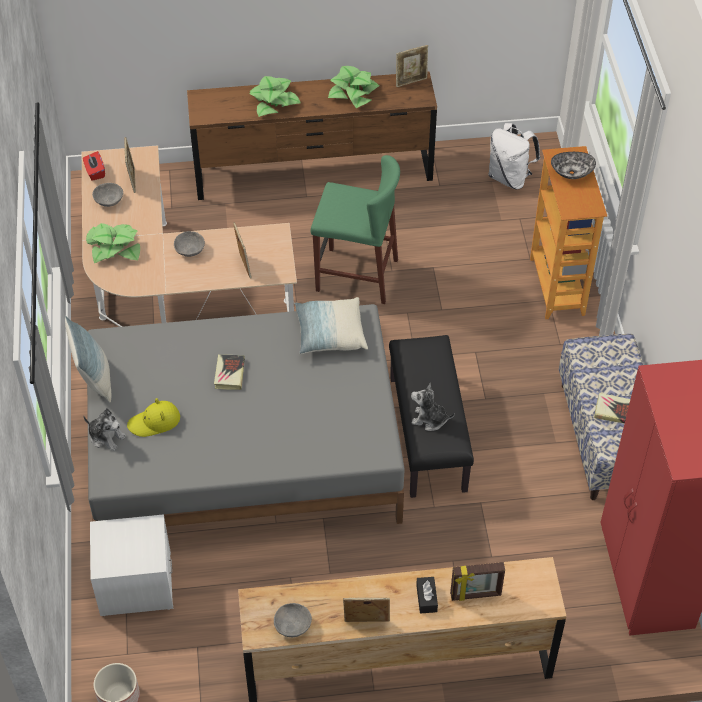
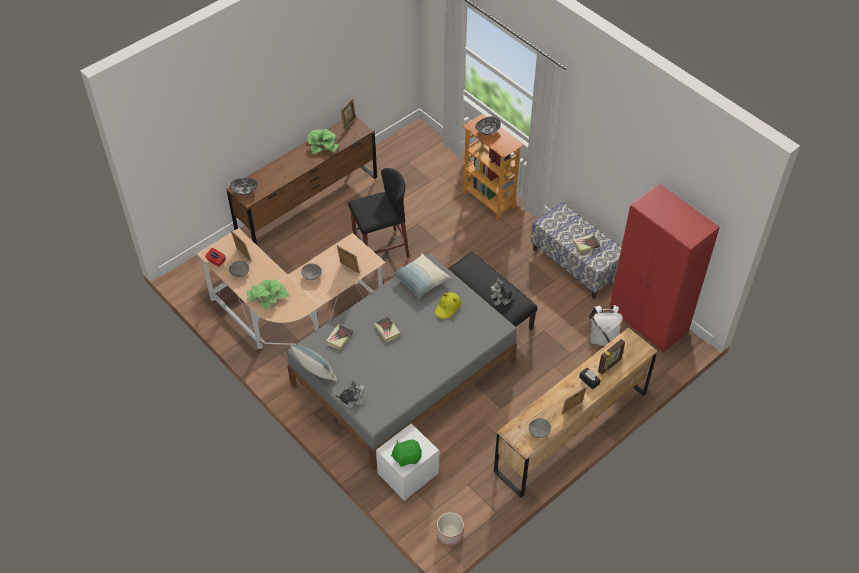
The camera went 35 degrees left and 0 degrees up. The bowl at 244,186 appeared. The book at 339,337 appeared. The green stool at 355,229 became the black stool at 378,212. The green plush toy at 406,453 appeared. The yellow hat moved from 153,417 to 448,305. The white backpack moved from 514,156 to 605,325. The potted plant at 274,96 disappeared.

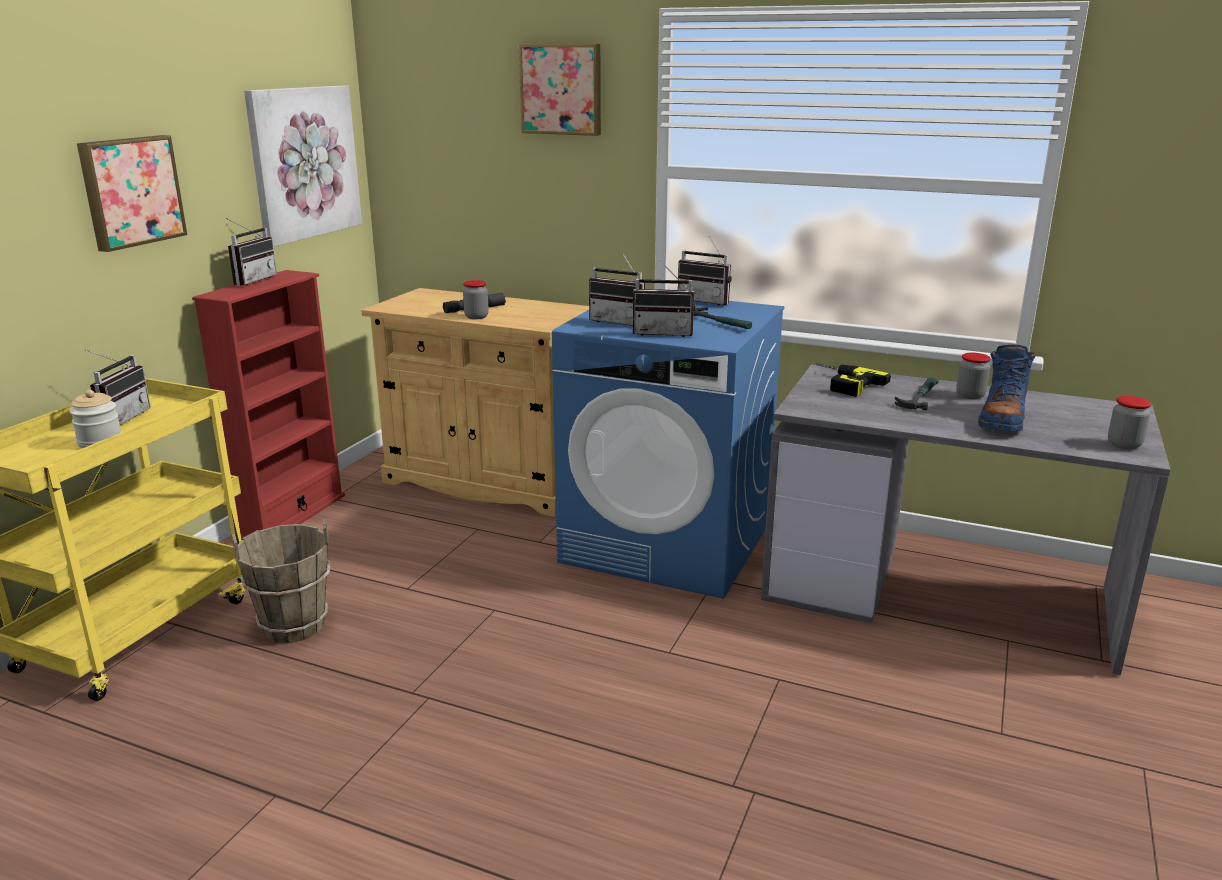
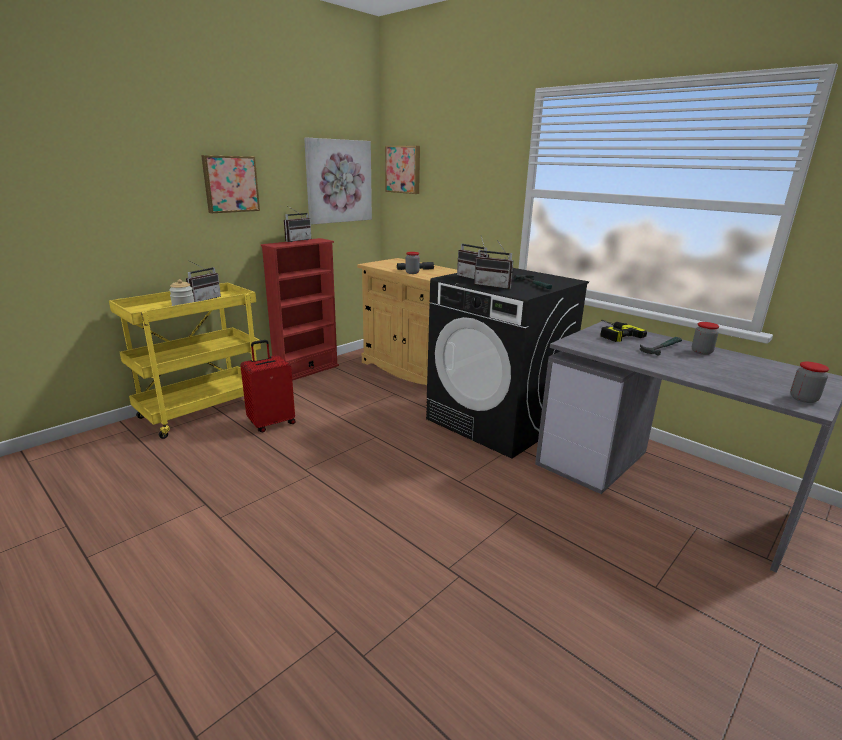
The camera went 20 degrees right and 0 degrees up. The brown bucket at 280,581 was replaced by the red suitcase at 268,386. The picture moved from 560,90 to 402,170. The blue washing machine at 668,450 became the black washing machine at 507,363. The radio at 705,271 disappeared. The blue boot at 1007,388 disappeared.

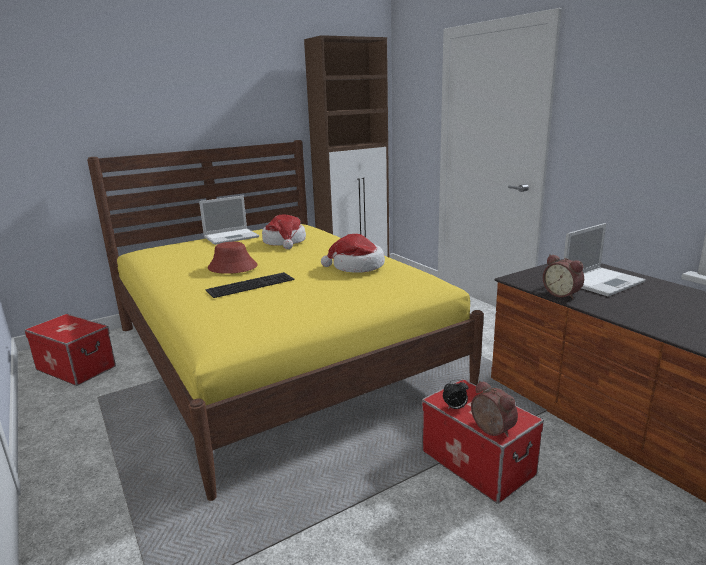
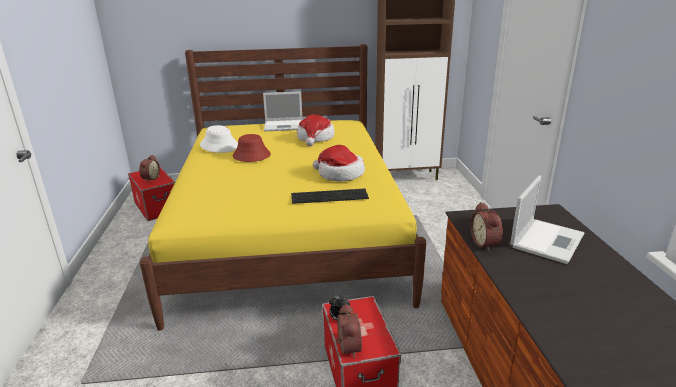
The camera went 25 degrees right and 5 degrees up. The alarm clock at 149,168 appeared. The white hat at 219,139 appeared. The keyboard moved from 250,285 to 330,196. The laptop at 604,259 turned 45 degrees counterclockwise.

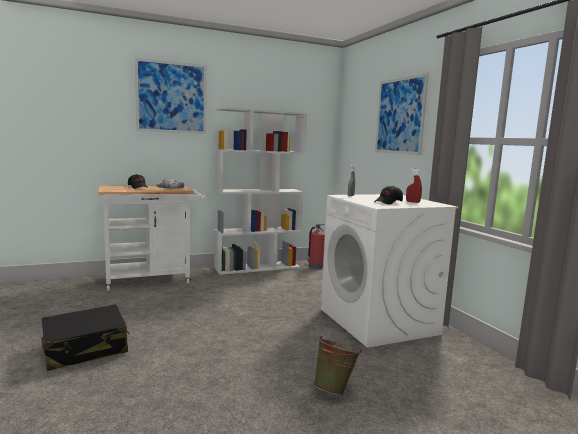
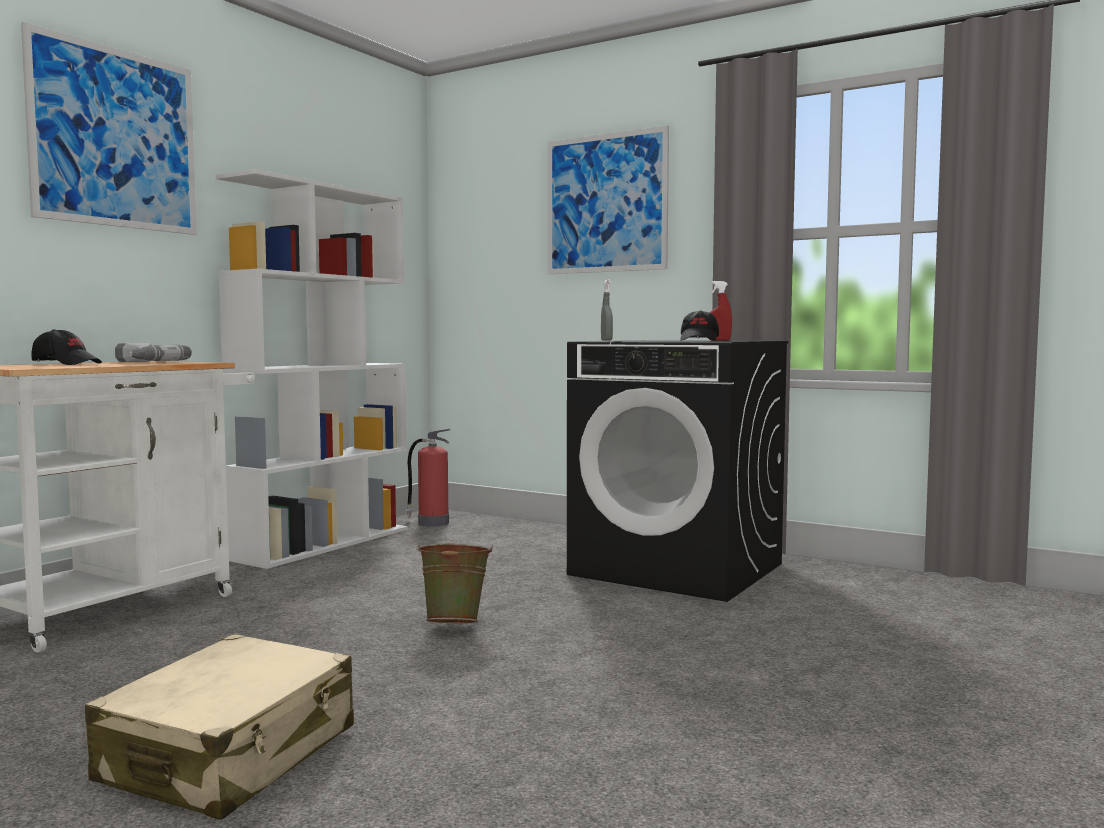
The camera went 35 degrees left and 5 degrees down. The black suitcase at 85,337 became the beige suitcase at 219,727. The green bucket moved from 337,365 to 455,583. The white washing machine at 389,271 became the black washing machine at 678,471.

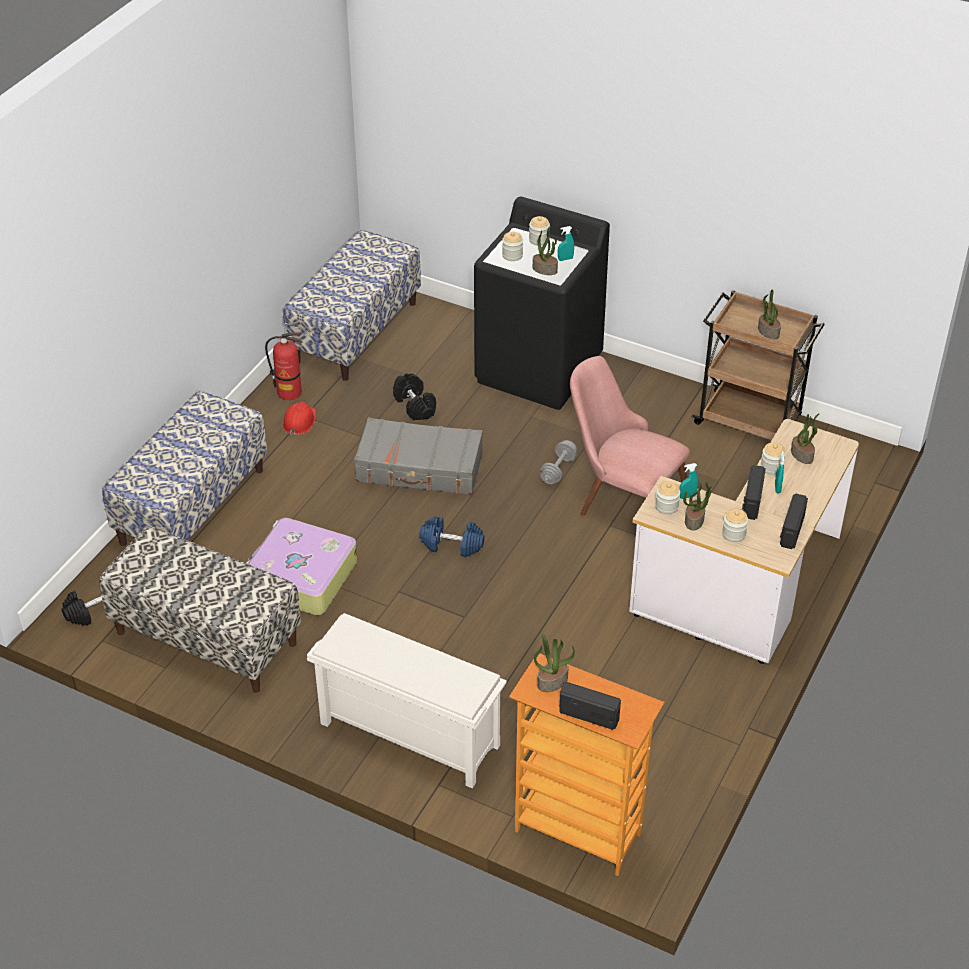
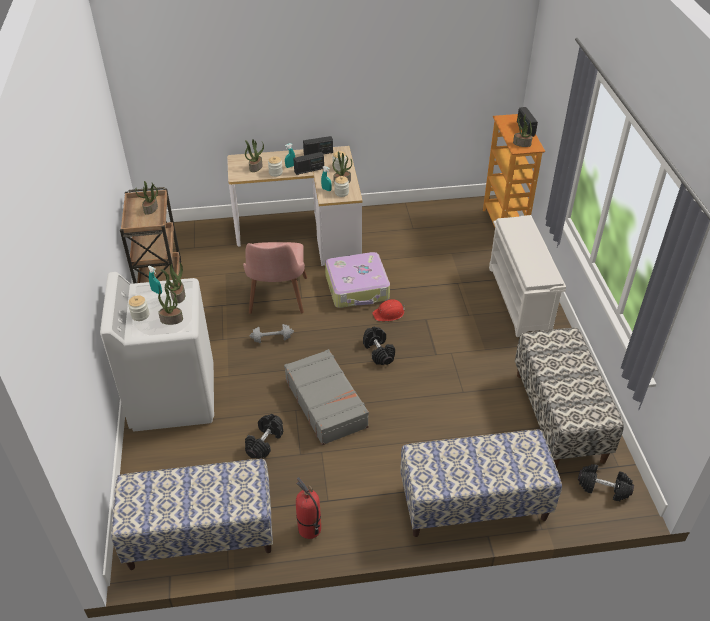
The camera went 125 degrees left and 0 degrees up. The black washing machine at 542,303 became the white washing machine at 157,352. The jar at 512,246 was replaced by the potted plant at 170,304. The suitcase moved from 301,566 to 357,280. The blue dumbbell at 452,537 became the black dumbbell at 379,346. The red hard hat moved from 299,418 to 388,310.

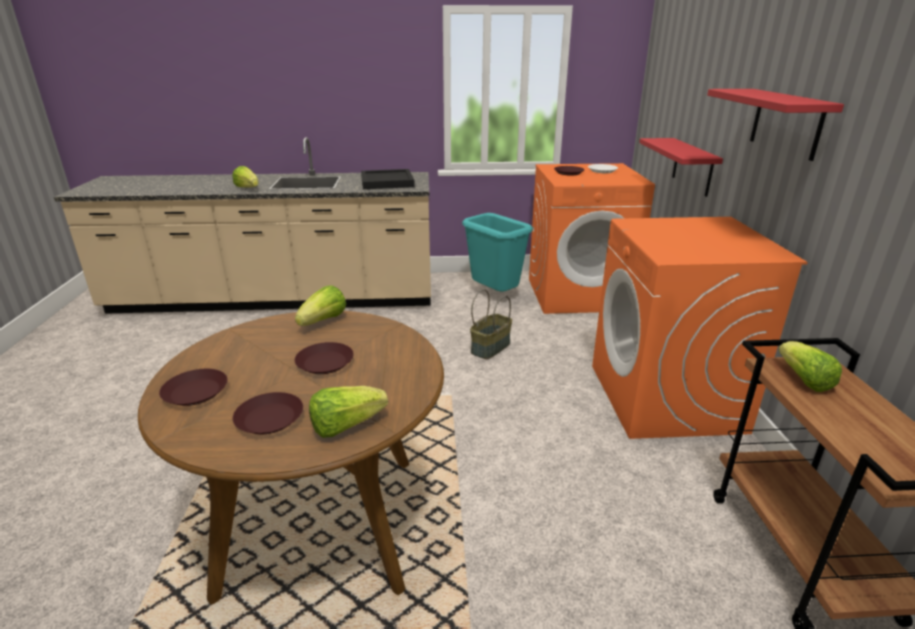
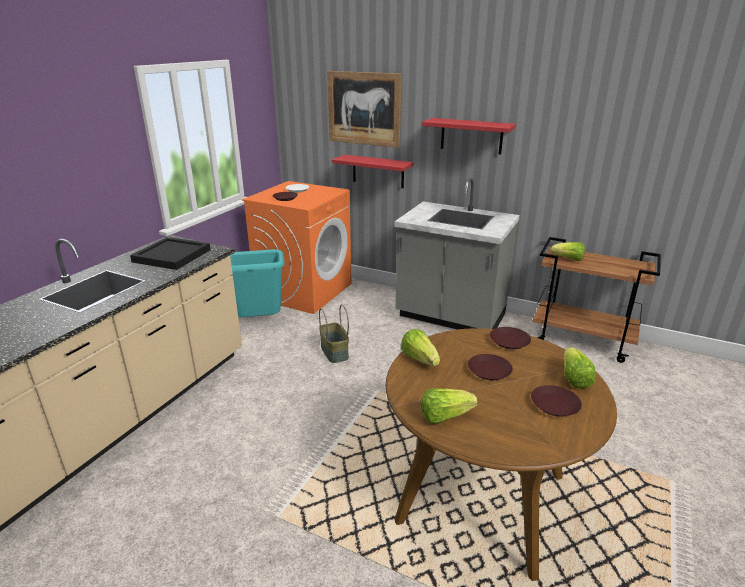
The camera went 60 degrees left and 0 degrees up. The picture at 364,109 appeared. The orange washing machine at 700,328 was replaced by the grey counter at 457,254. The lettuce moved from 245,177 to 449,406. The brown plate moved from 193,387 to 510,338.

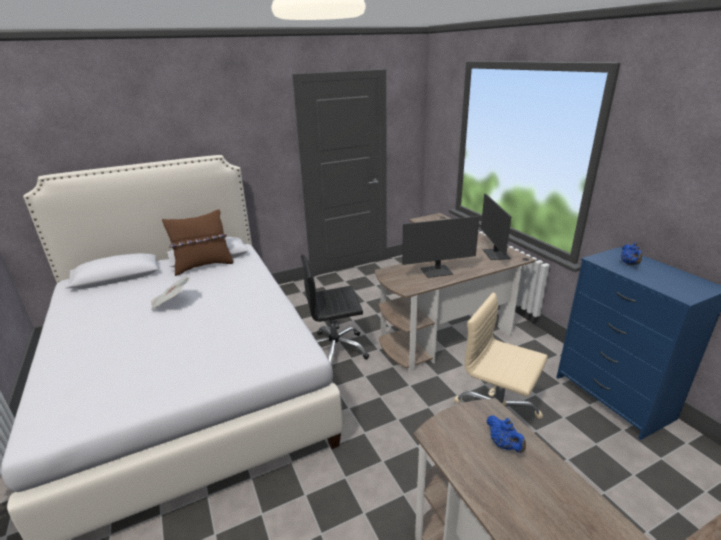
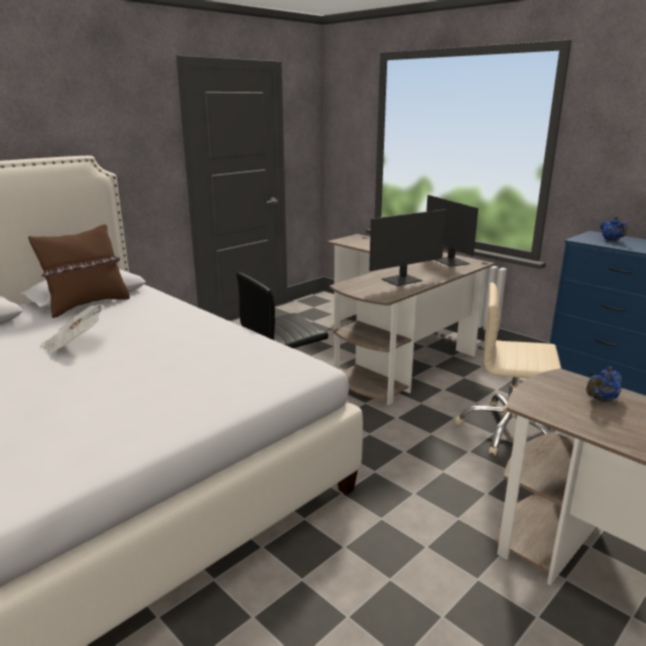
The camera went 20 degrees left and 5 degrees down. The blue teapot at 506,434 turned 105 degrees clockwise.

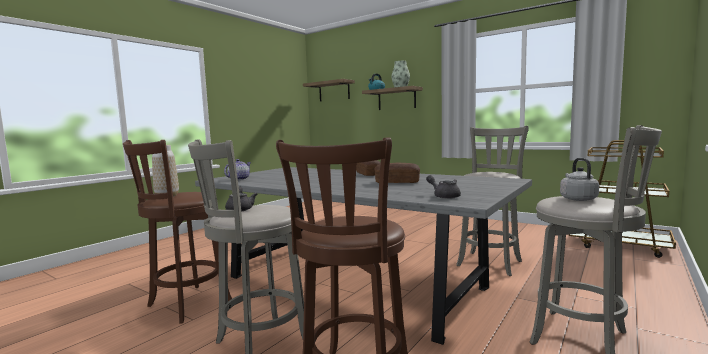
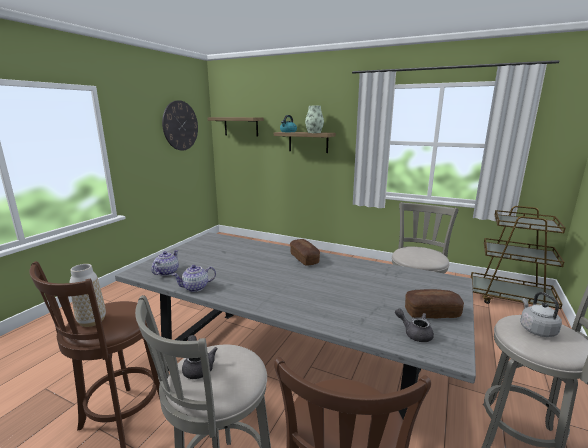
The camera went 10 degrees left and 10 degrees up. The wall clock at 180,125 appeared. The teapot at 194,278 appeared. The bread moved from 397,172 to 434,303.

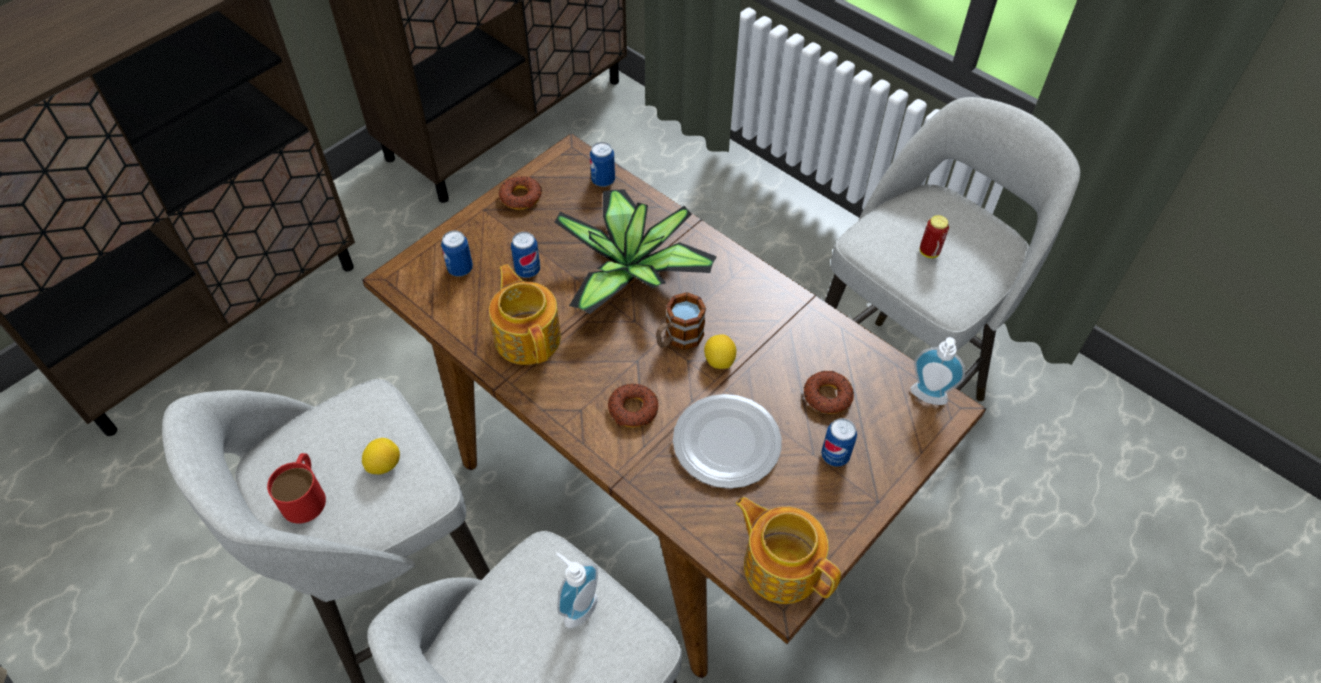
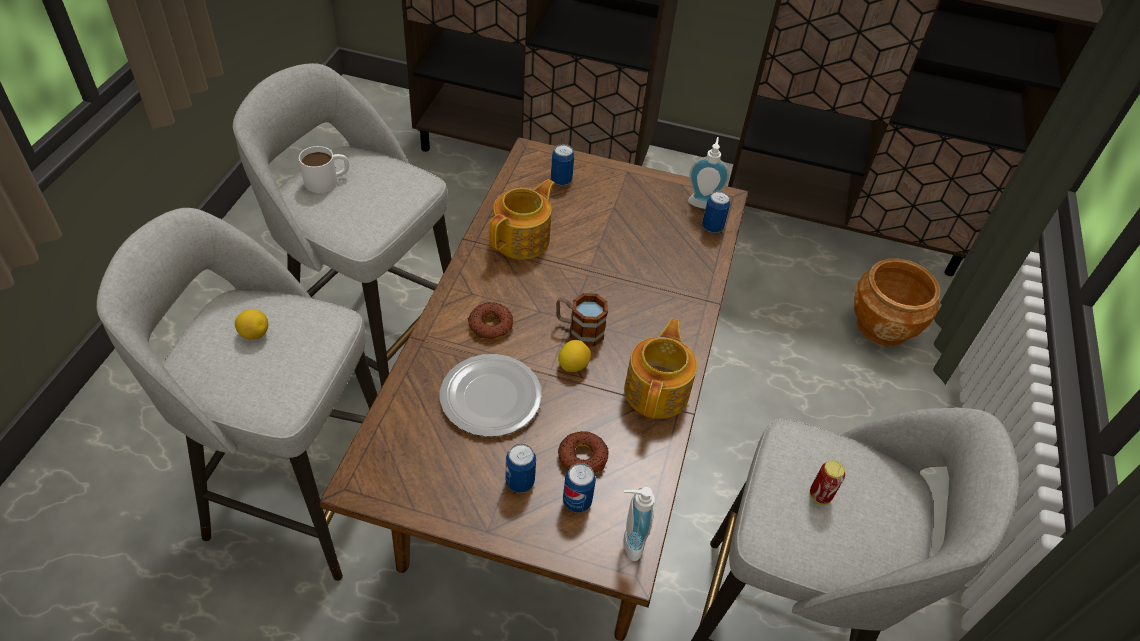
The camera went 60 degrees right and 5 degrees down. The lemon moved from 381,456 to 251,324. The red mug at 296,488 became the white mug at 324,169. The can moved from 525,255 to 579,488. The teapot moved from 788,550 to 660,368. The soap dispenser moved from 577,590 to 708,173. The brown planter at 897,302 appeared. The donut at 520,193 disappeared. The potted plant at 636,251 disappeared.

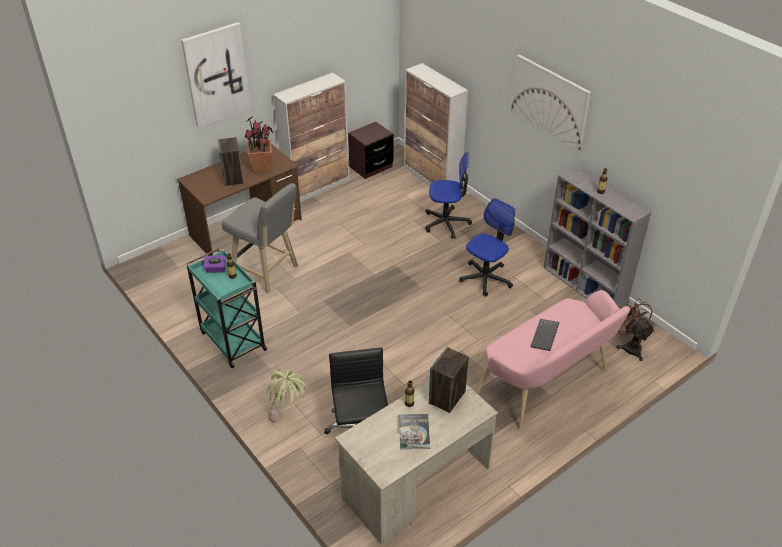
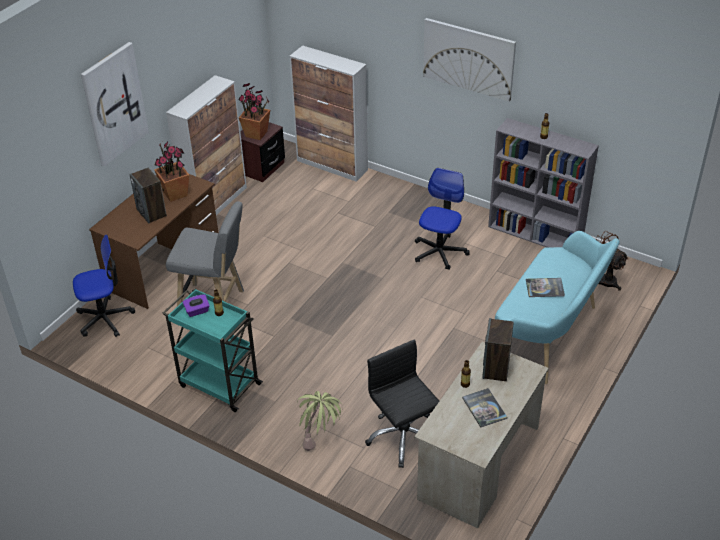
The camera went 20 degrees left and 0 degrees up. The office chair moved from 448,195 to 104,286. The potted plant at 254,111 appeared. The pink bench at 553,359 became the turquoise bench at 557,307. The keyboard at 544,335 was replaced by the book at 545,287.

